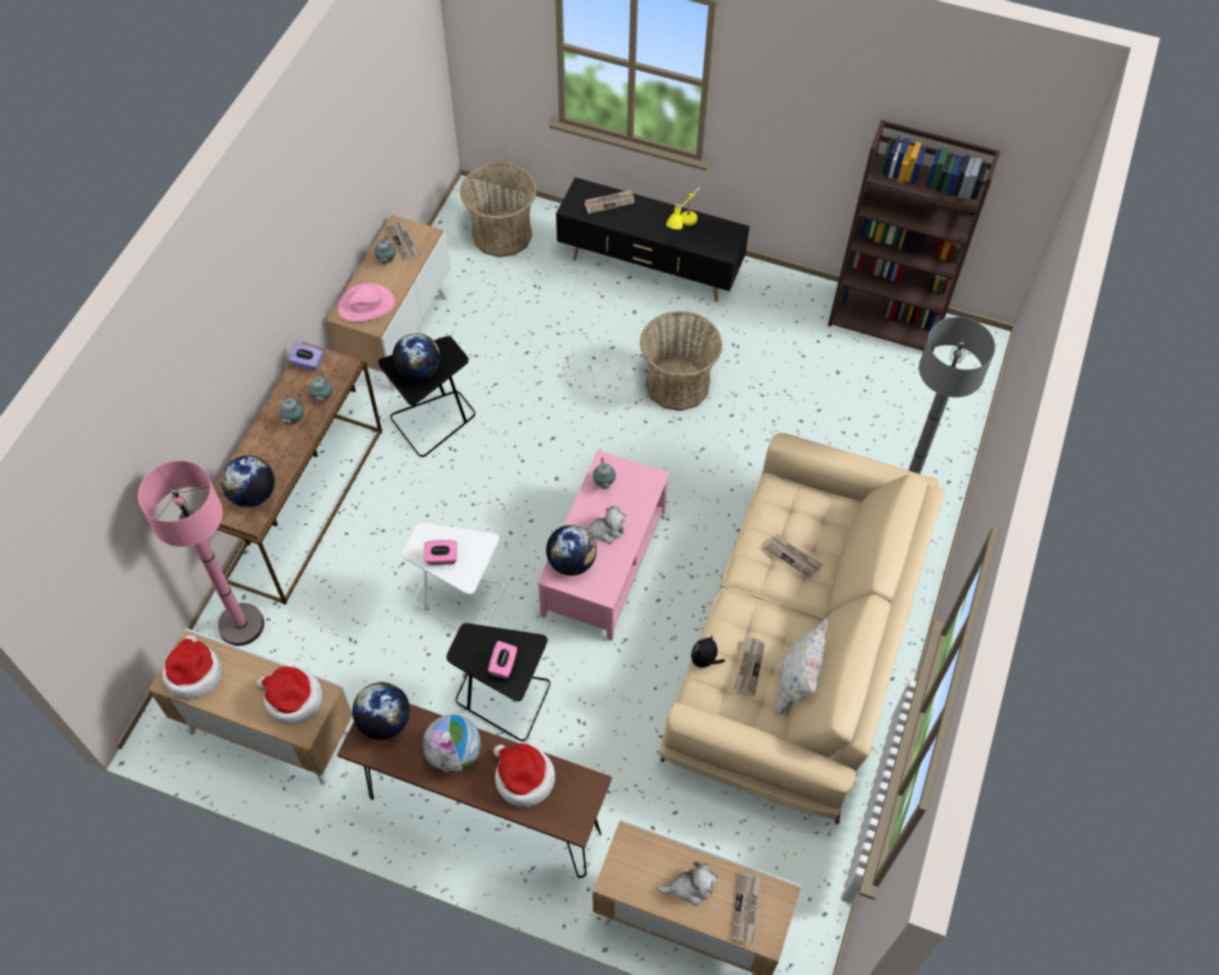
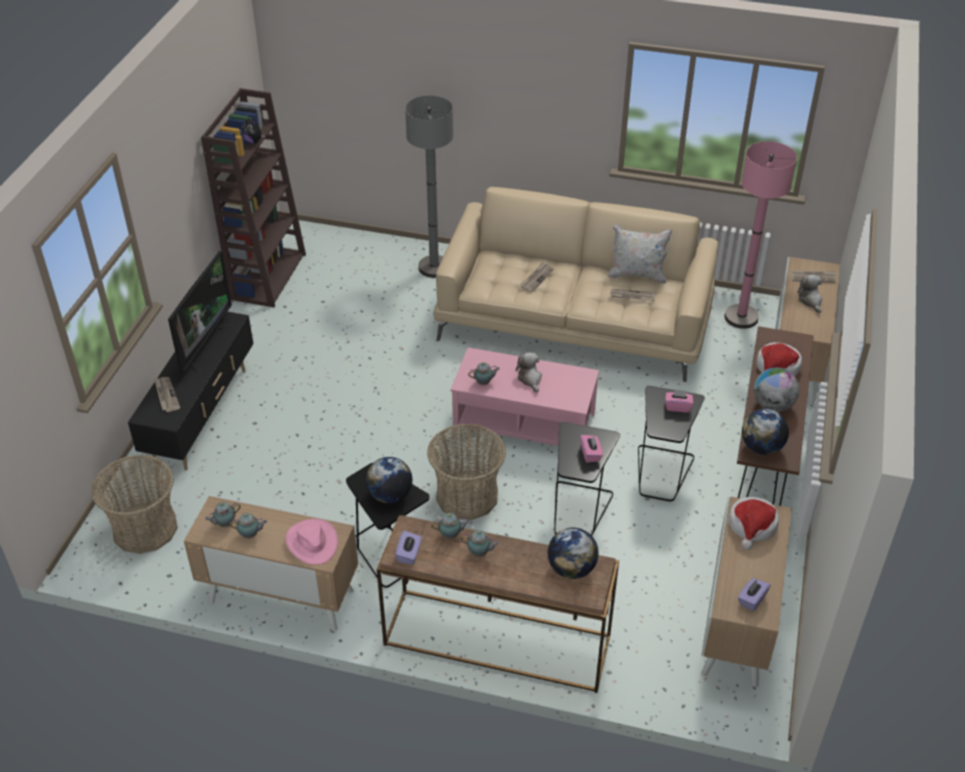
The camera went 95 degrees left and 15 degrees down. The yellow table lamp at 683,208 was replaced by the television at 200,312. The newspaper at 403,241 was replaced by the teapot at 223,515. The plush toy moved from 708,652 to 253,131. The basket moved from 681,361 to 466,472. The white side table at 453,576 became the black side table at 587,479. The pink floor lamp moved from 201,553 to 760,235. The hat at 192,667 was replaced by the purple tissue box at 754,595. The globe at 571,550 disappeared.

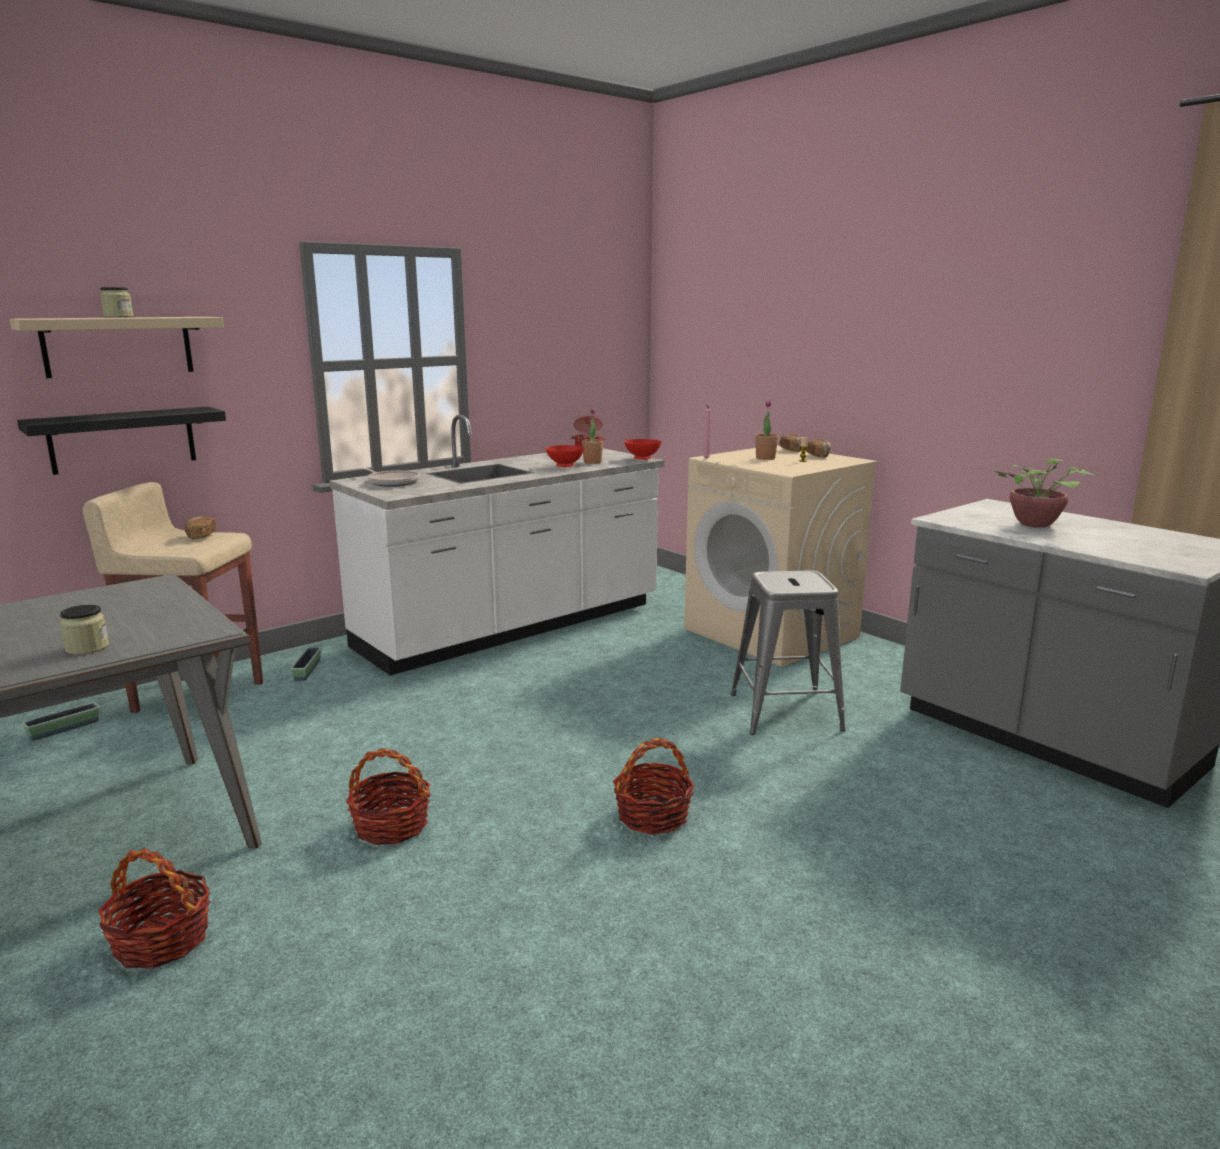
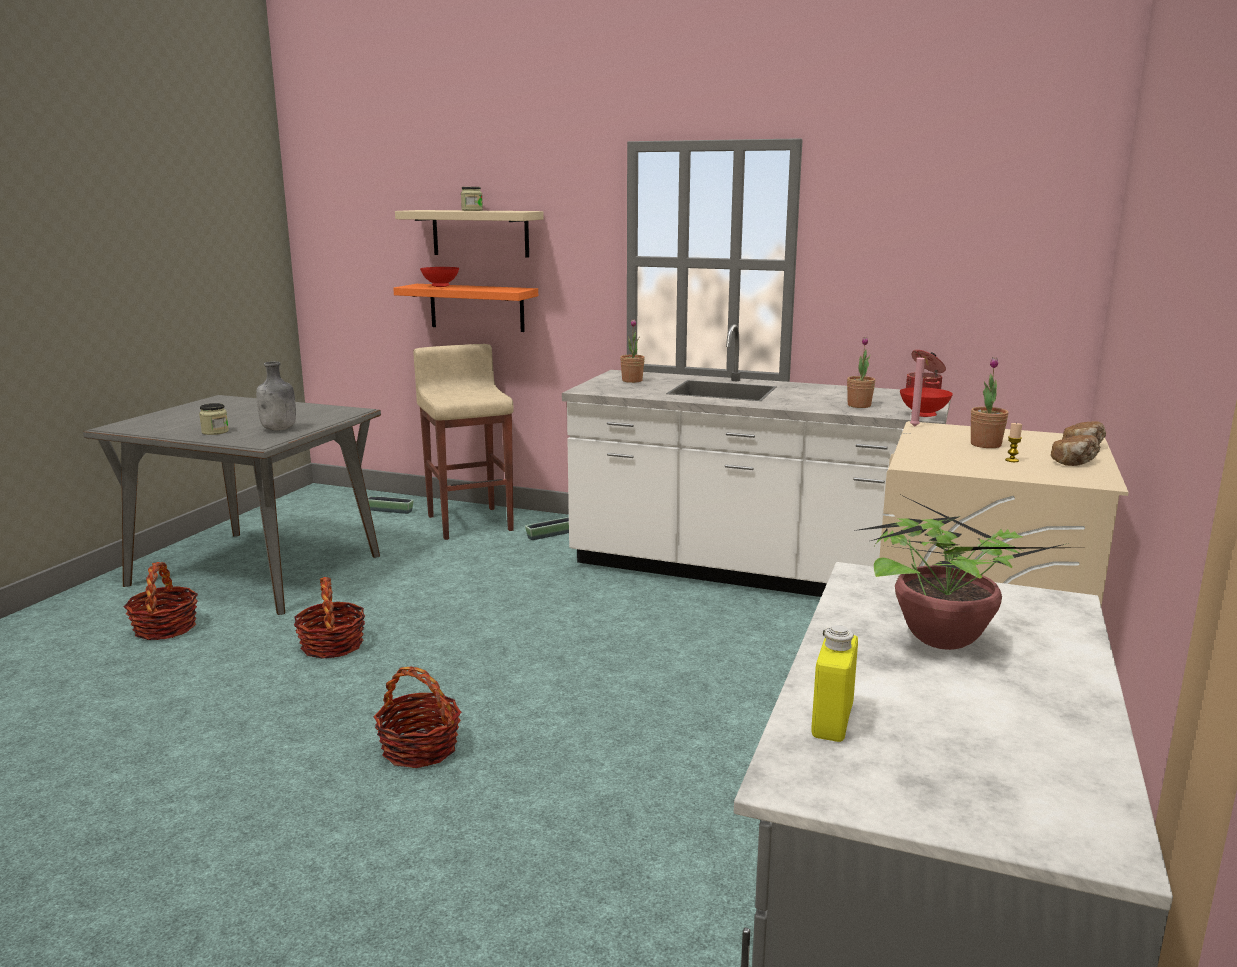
The camera went 60 degrees right and 0 degrees up. The grey bottle at 276,396 appeared. The black shelf at 121,441 became the orange shelf at 465,308. The red bowl moved from 565,456 to 439,277. The frying pan at 390,477 was replaced by the potted plant at 632,351. The yellow bottle at 834,683 appeared. The bread at 200,528 disappeared. The grey stool at 788,653 disappeared.

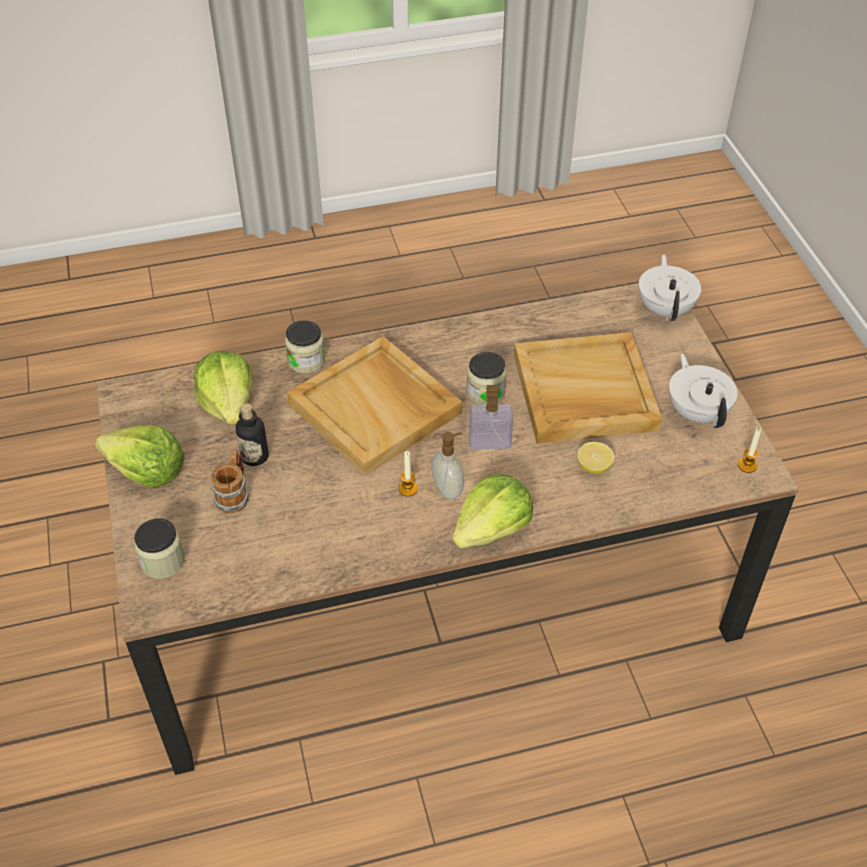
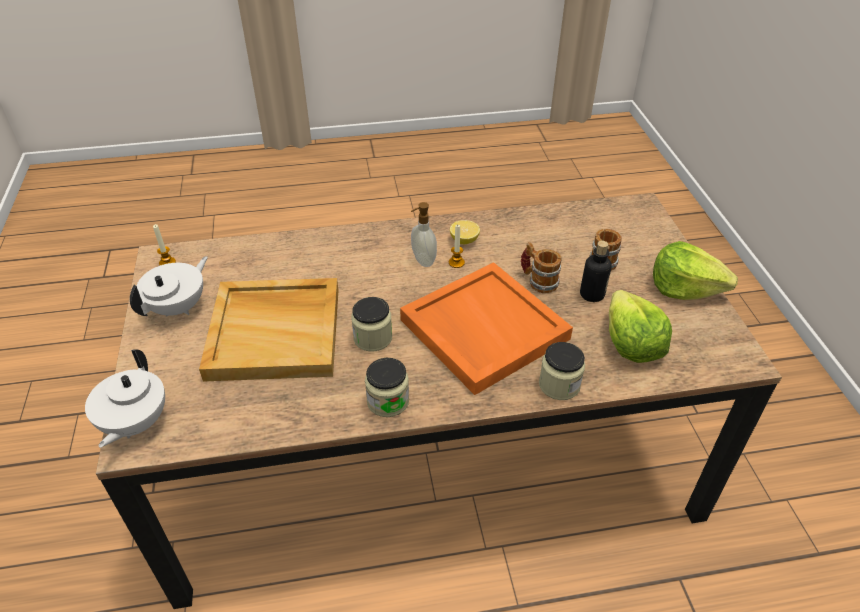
The camera went 175 degrees left and 5 degrees down. The white teapot at 703,390 turned 135 degrees counterclockwise. The jar moved from 159,549 to 387,387. The beige tray at 374,406 became the orange tray at 486,328. The lemon moved from 595,458 to 465,232. The mug at 541,267 appeared. The lettuce at 492,511 disappeared. The soap dispenser at 491,417 disappeared.

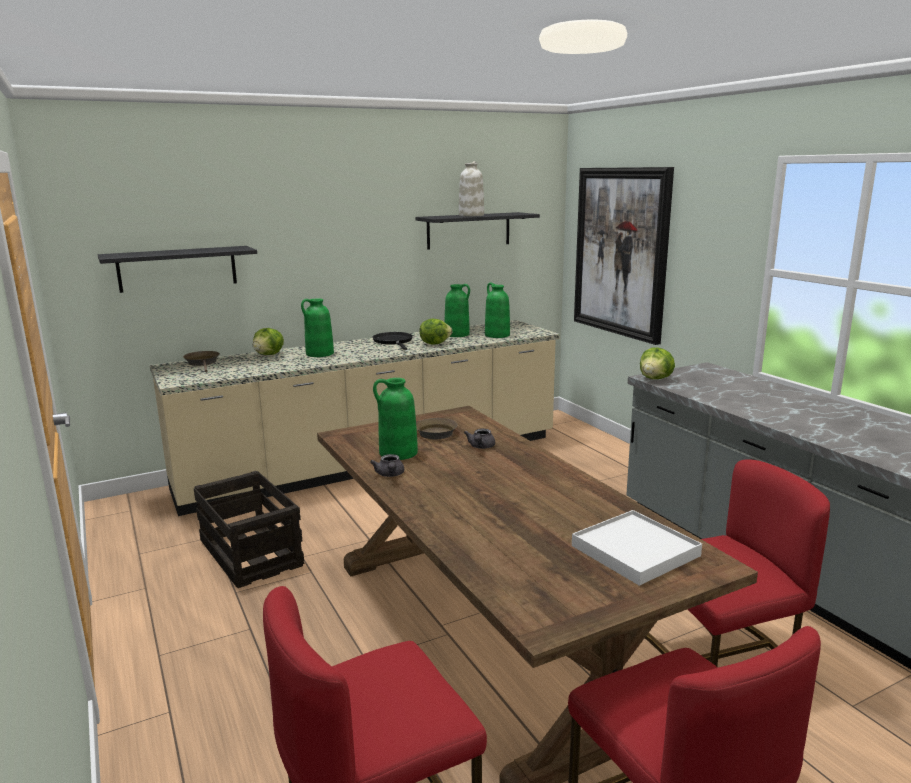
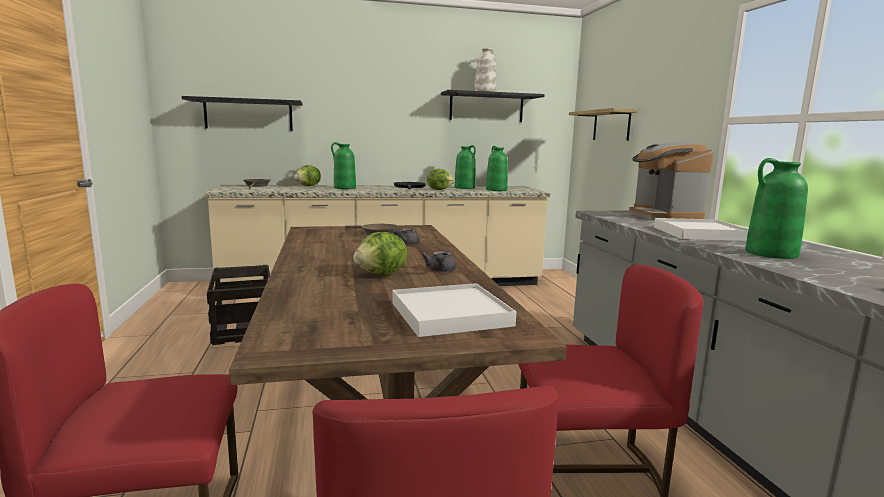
The camera went 15 degrees right and 5 degrees down. The lettuce moved from 657,363 to 380,253. The grey teapot moved from 387,465 to 439,261. The picture at 624,256 was replaced by the shelf at 603,124. The coffee machine at 671,181 appeared. The white tray at 701,229 appeared. The green vase moved from 395,419 to 776,208.

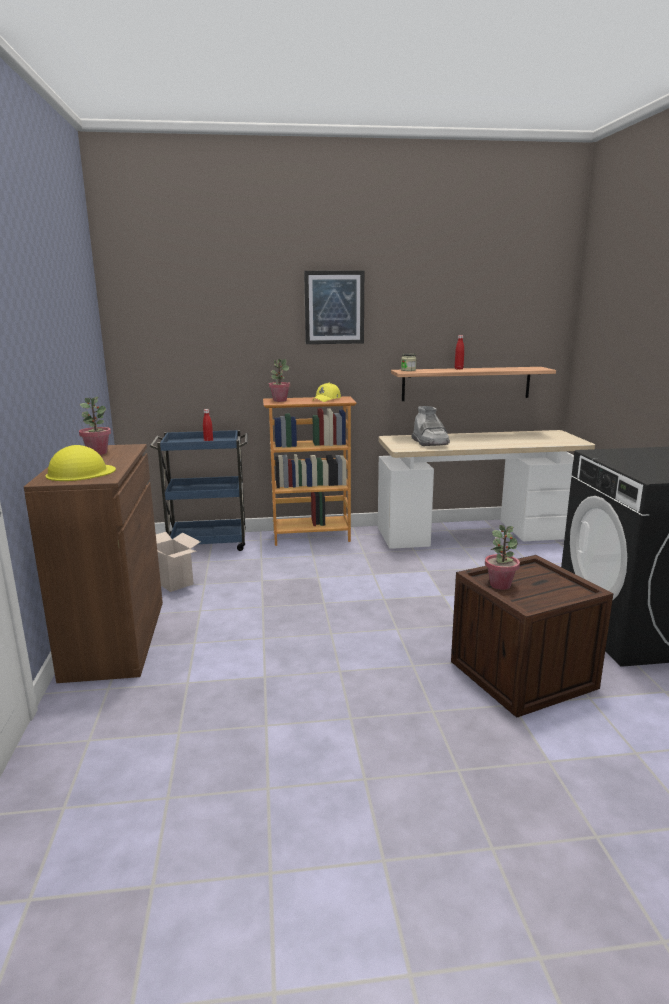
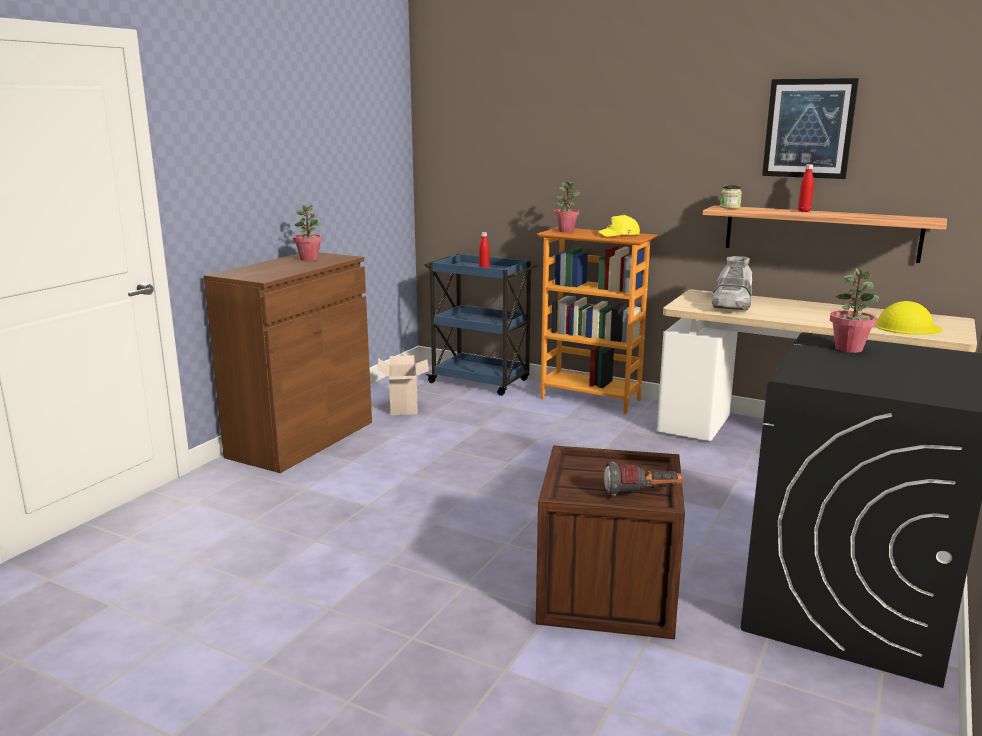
The camera went 35 degrees right and 0 degrees up. The flashlight at 643,479 appeared. The picture moved from 334,307 to 810,128. The potted plant moved from 502,557 to 854,311. The yellow hard hat moved from 81,463 to 908,318.

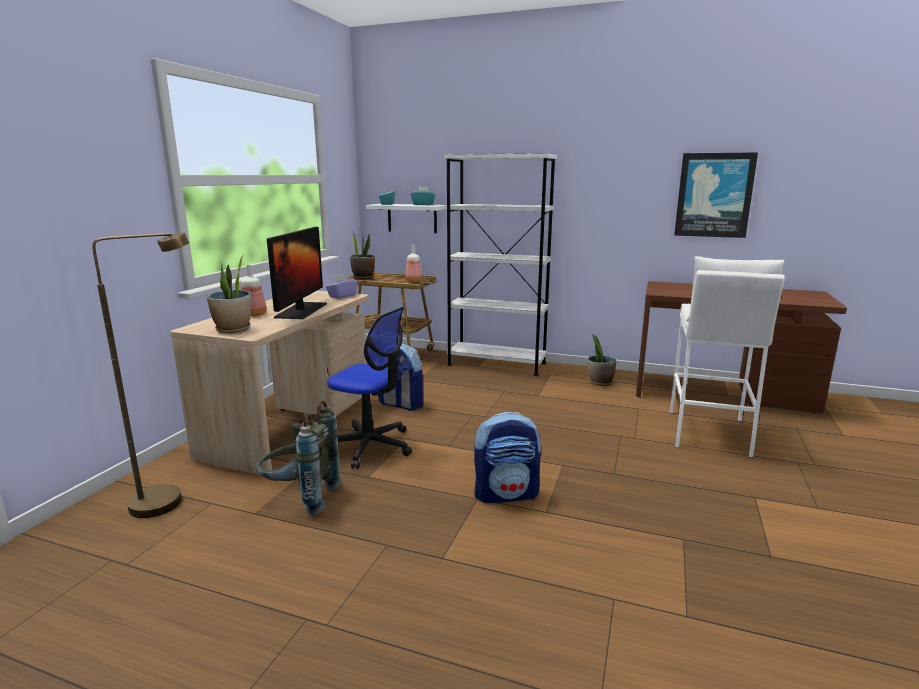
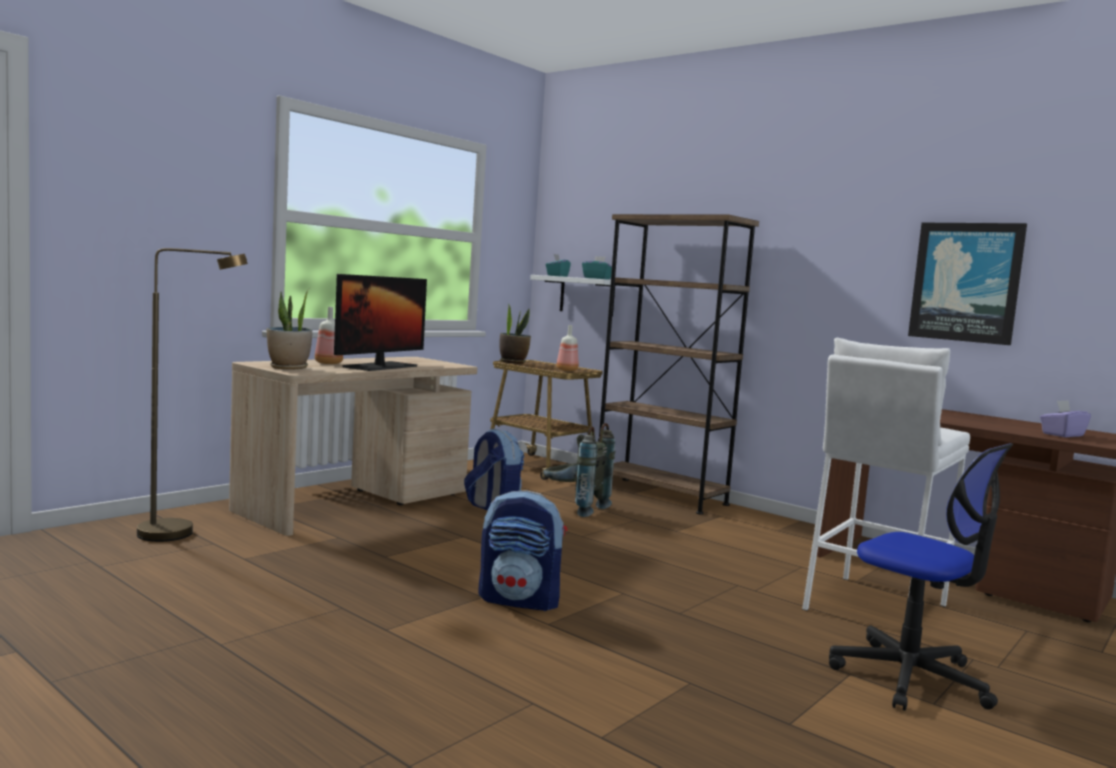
The camera went 20 degrees right and 10 degrees down. The grey backpack moved from 299,458 to 579,470. The white bookcase at 500,264 became the brown bookcase at 679,364. The office chair moved from 369,388 to 921,577. The purple tissue box moved from 342,286 to 1065,418. The potted plant at 601,360 disappeared.

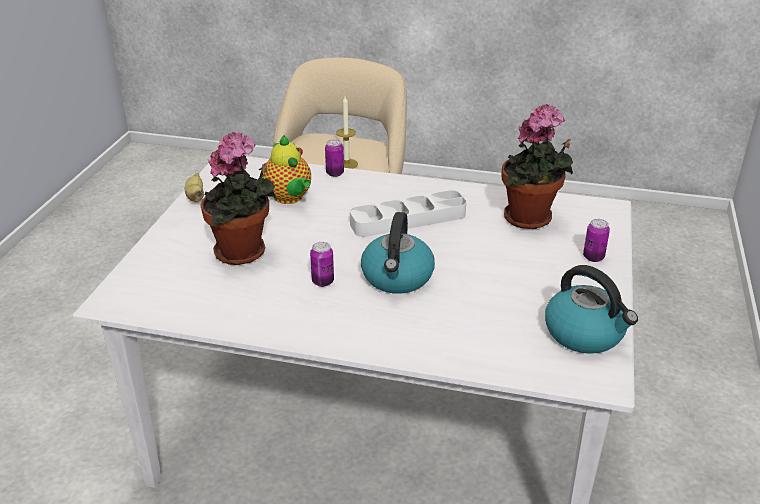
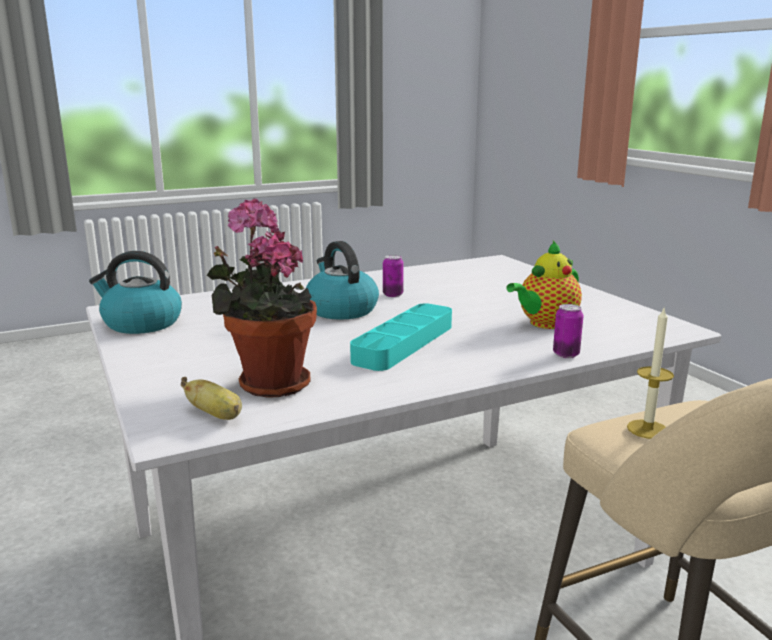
The camera went 140 degrees right and 15 degrees down. The banana moved from 194,187 to 211,398. The white tray at 408,213 became the turquoise tray at 401,337. The teapot at 286,169 turned 60 degrees counterclockwise. The potted plant at 238,198 disappeared. The can at 596,240 disappeared.

